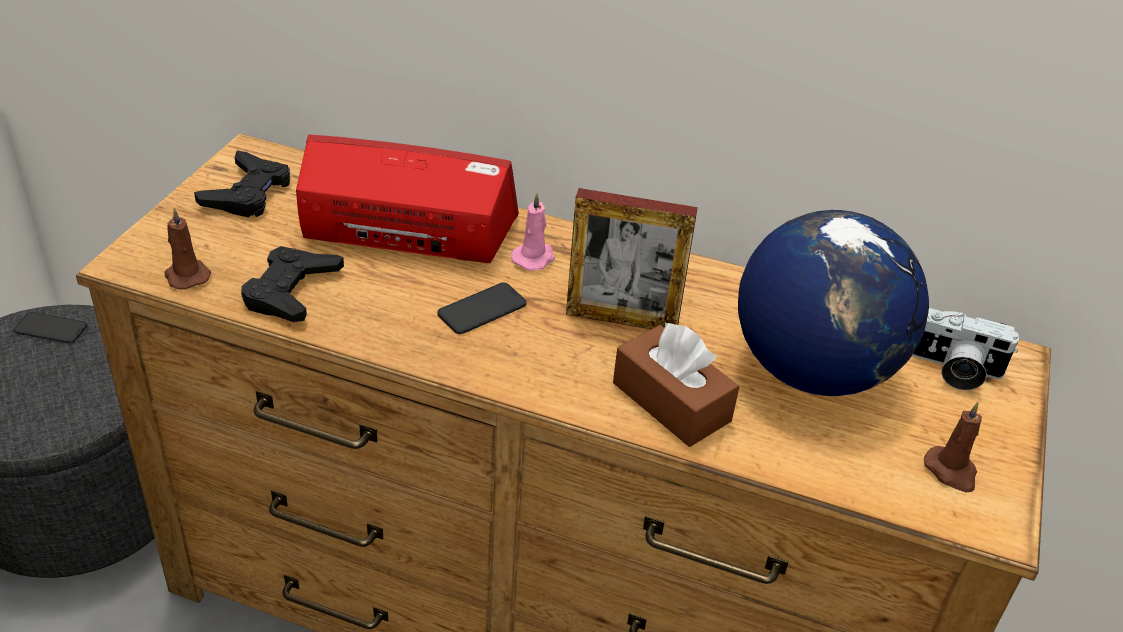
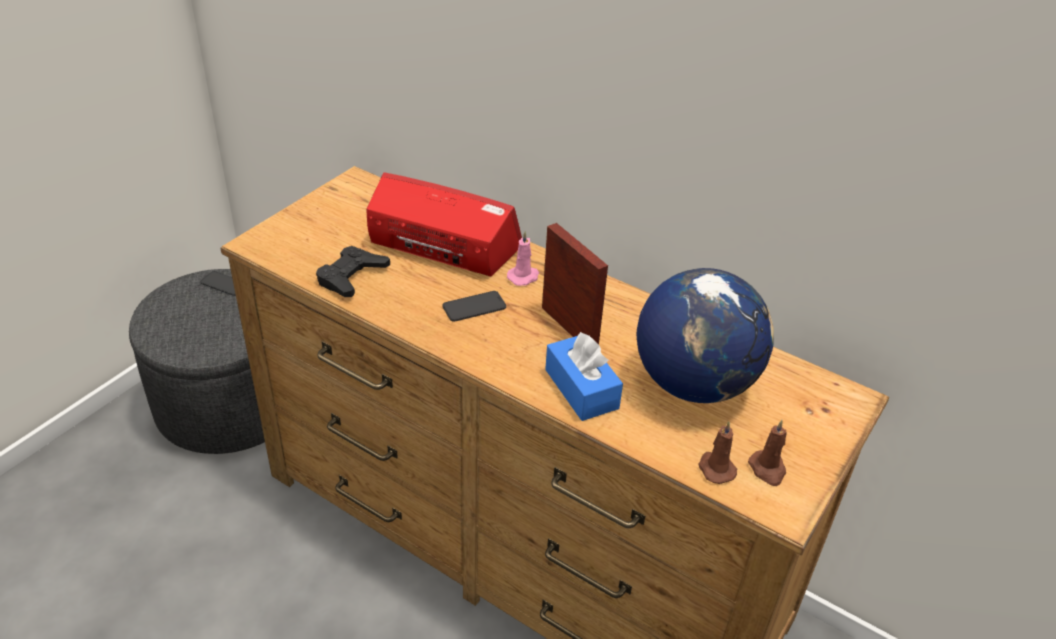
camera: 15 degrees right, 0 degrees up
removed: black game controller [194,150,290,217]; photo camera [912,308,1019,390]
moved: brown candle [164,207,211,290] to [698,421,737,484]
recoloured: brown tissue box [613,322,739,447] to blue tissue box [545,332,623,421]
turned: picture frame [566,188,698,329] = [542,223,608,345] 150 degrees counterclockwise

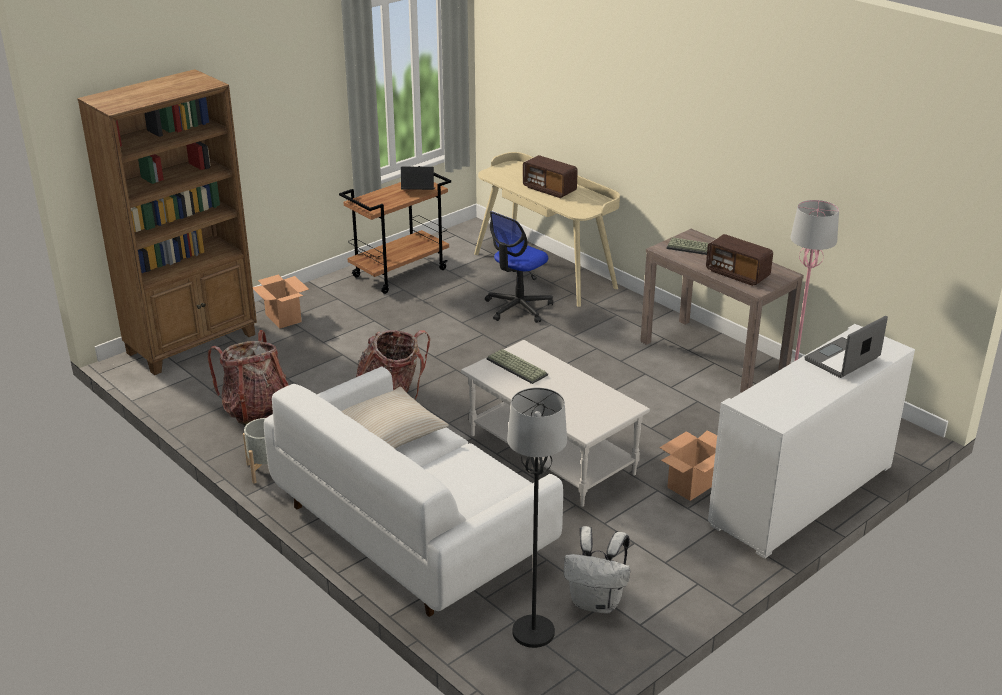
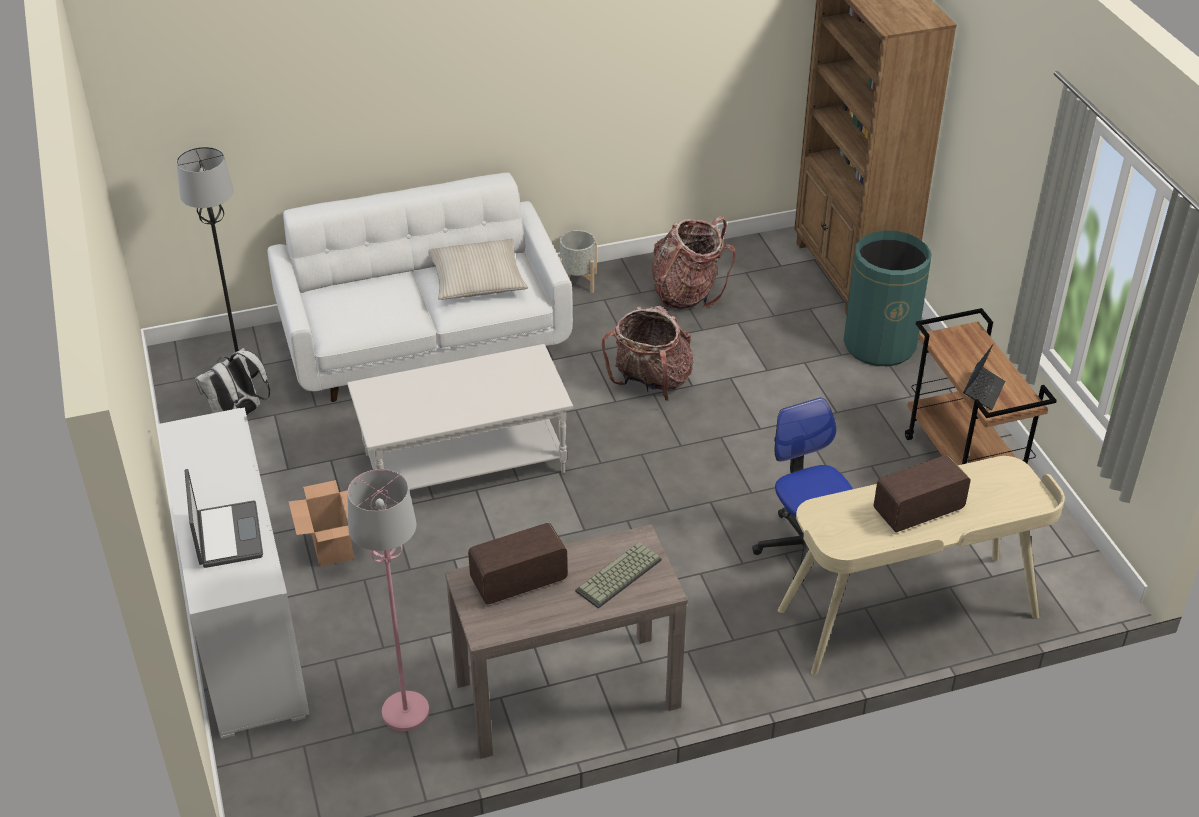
camera: 115 degrees right, 10 degrees up
removed: keyboard [486,349,548,384]
replaced: cardboard box [253,274,309,329] to green trash can [843,231,932,366]

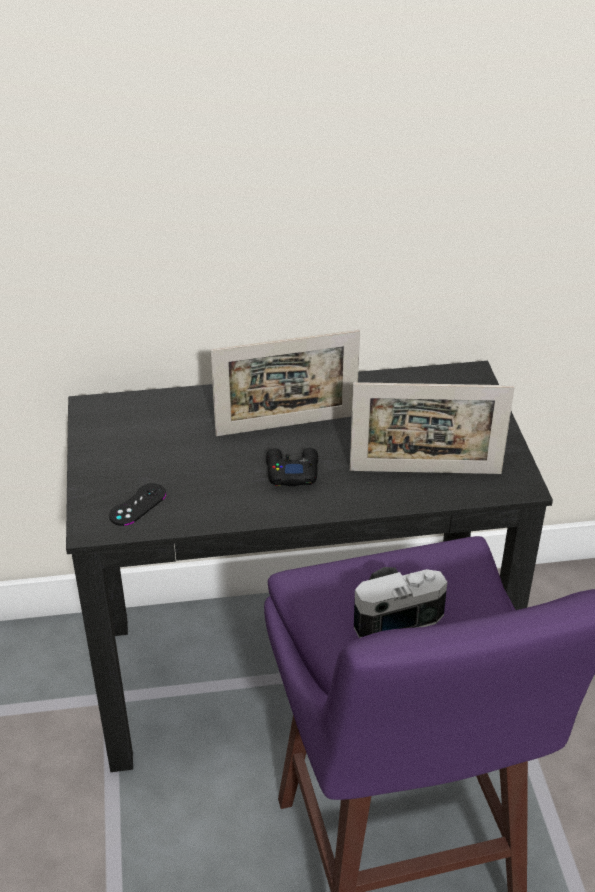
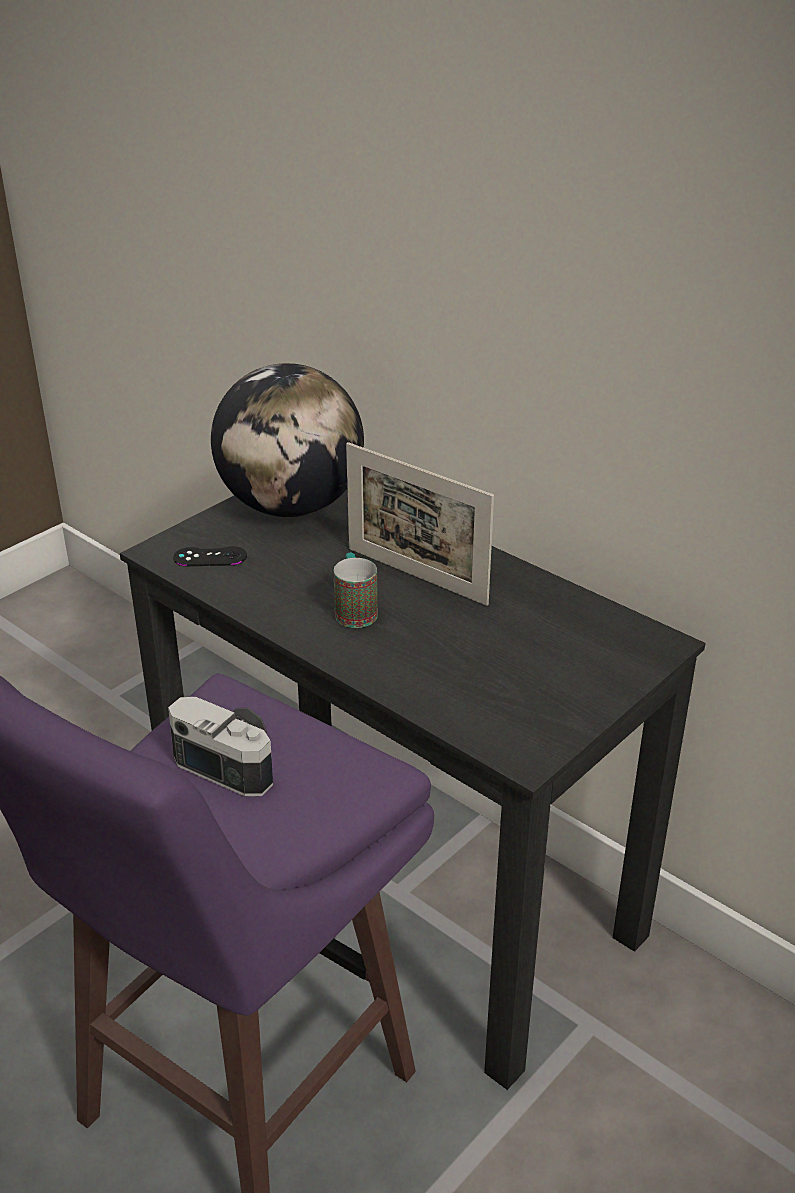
camera: 50 degrees right, 5 degrees down
removed: picture frame [350,382,515,474]
added: globe [211,363,364,517]
replaced: black game controller [266,448,318,486] to mug [334,553,378,628]

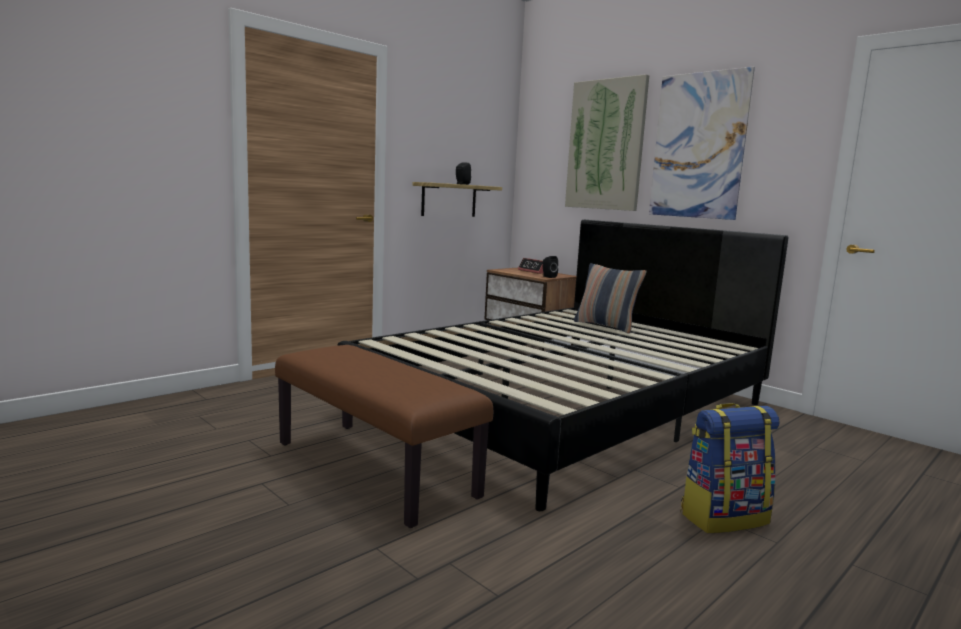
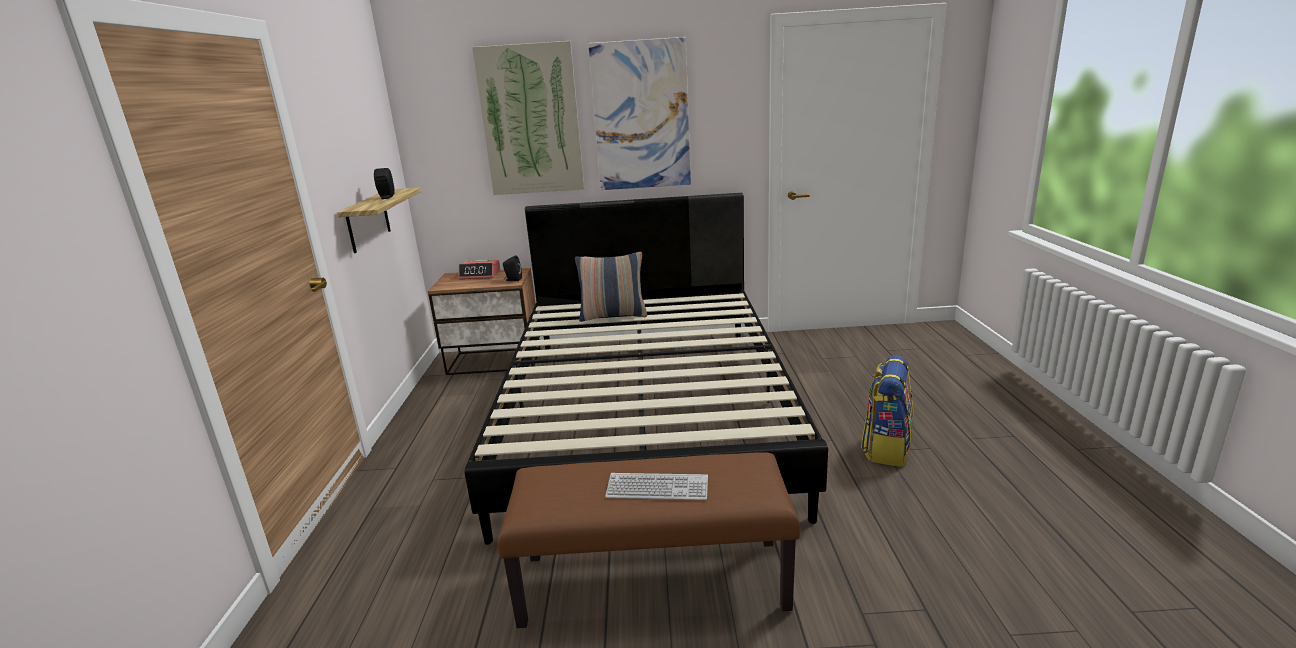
camera: 45 degrees left, 10 degrees up
added: keyboard [605,473,708,500]

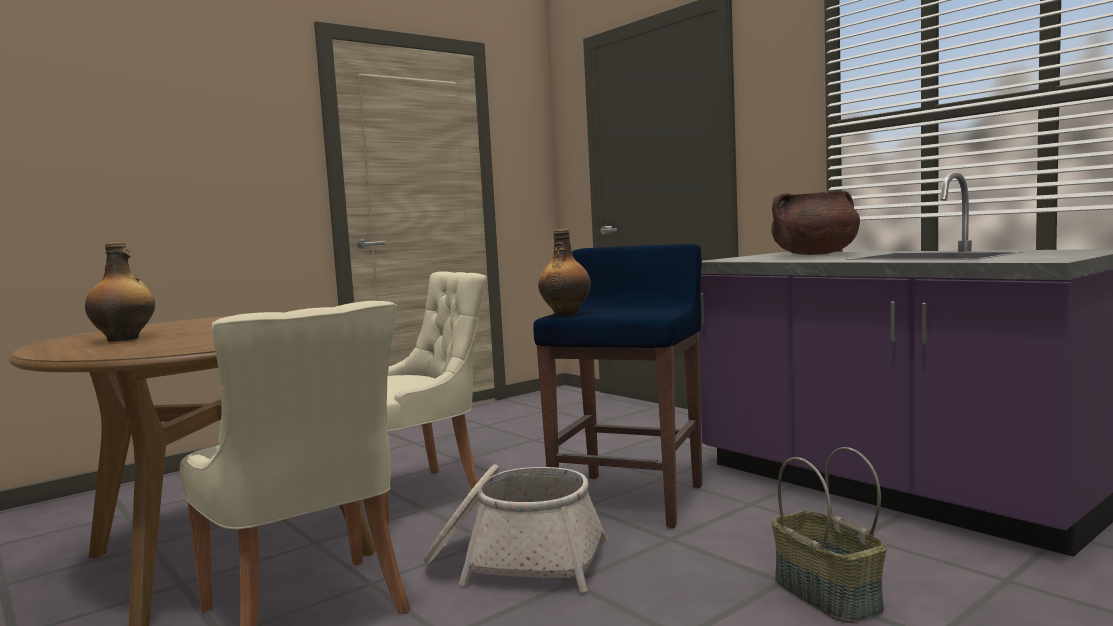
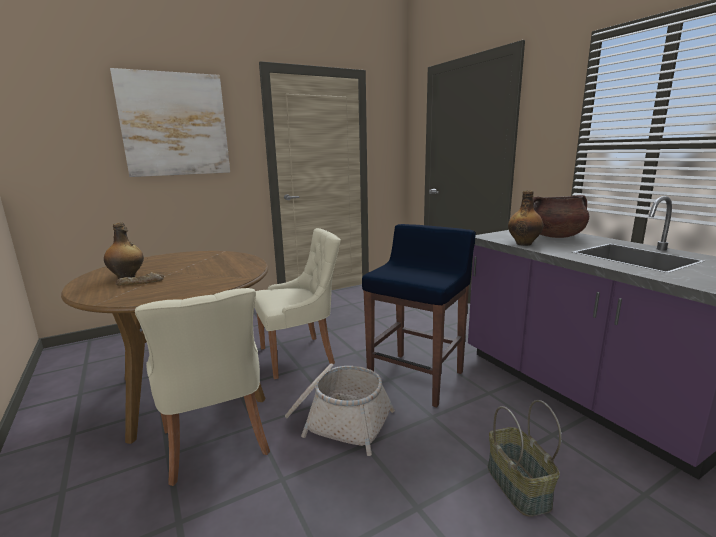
camera: 10 degrees right, 10 degrees up
added: picture [110,68,230,177]; bread [116,272,164,286]
moved: bottle [538,229,591,316] to [508,190,543,246]

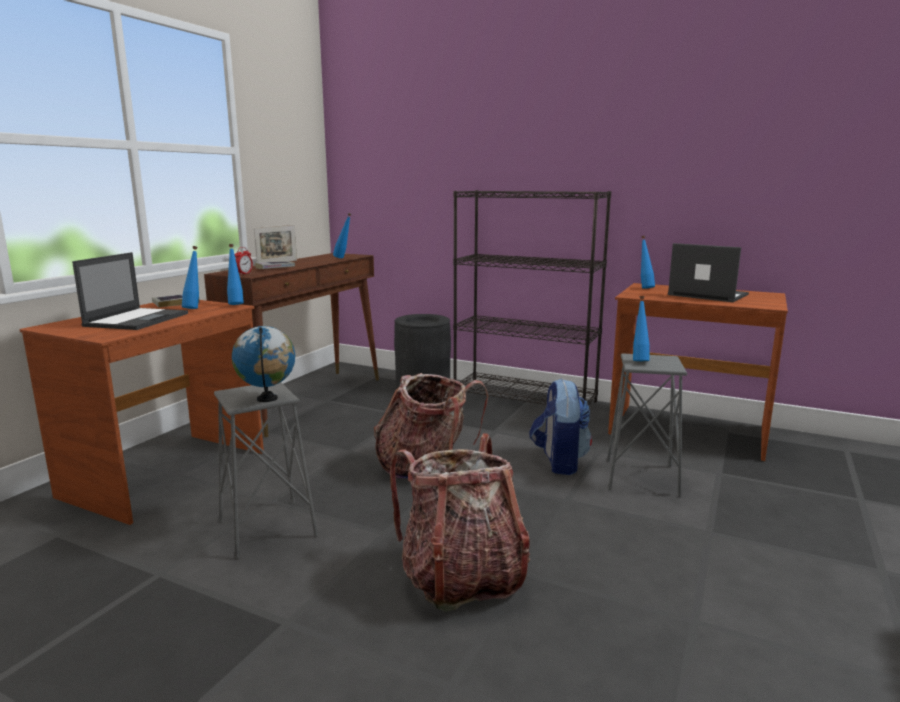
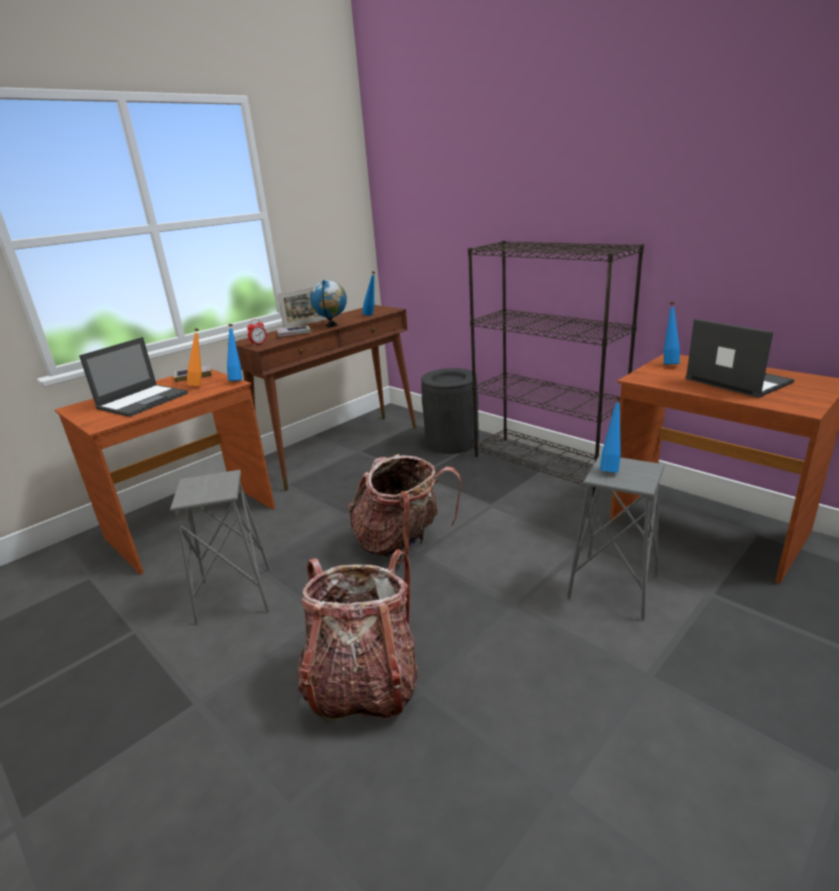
camera: 20 degrees right, 10 degrees up
removed: backpack [529,379,592,475]
moved: globe [232,326,295,402] to [310,280,347,327]
recoloured: blue bottle [182,246,199,309] to orange bottle [187,328,202,386]

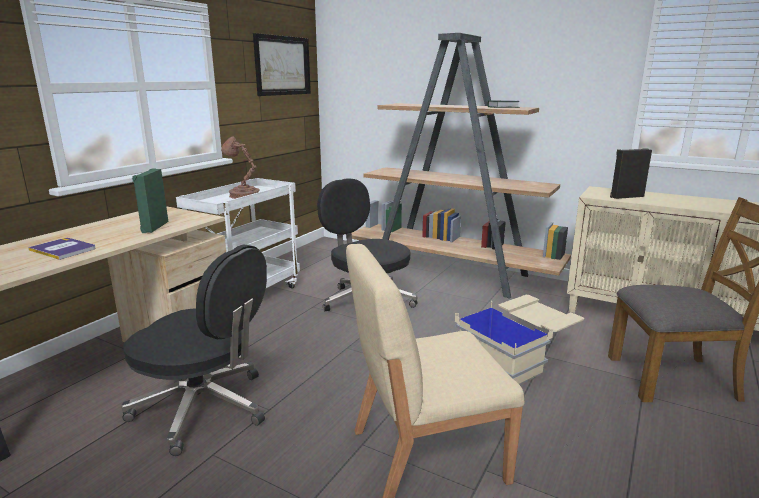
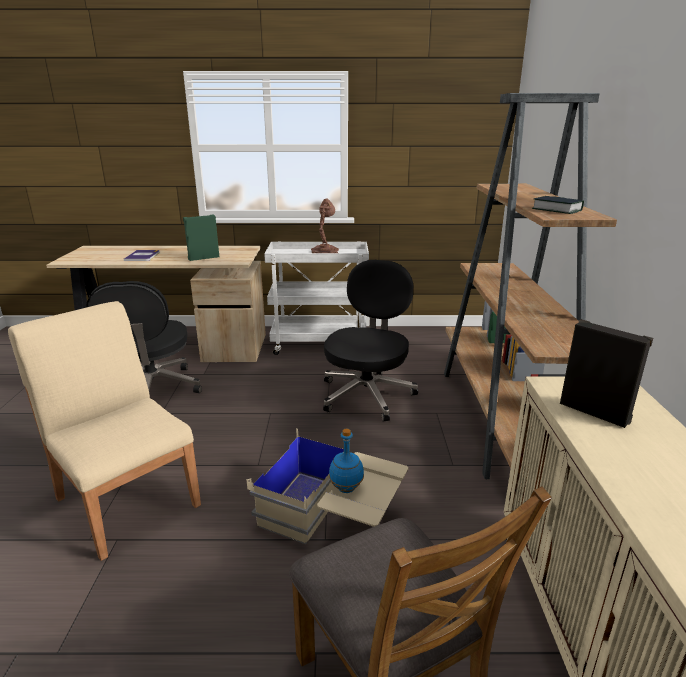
camera: 60 degrees right, 5 degrees up
removed: picture [253,33,311,96]
added: blue bottle [329,429,364,493]

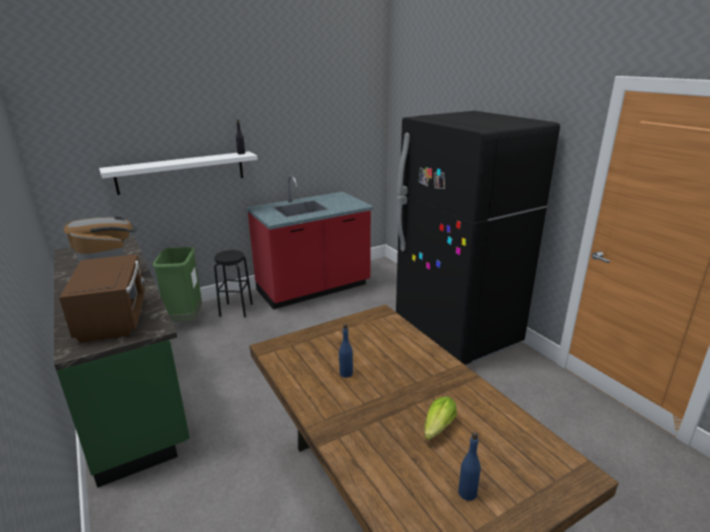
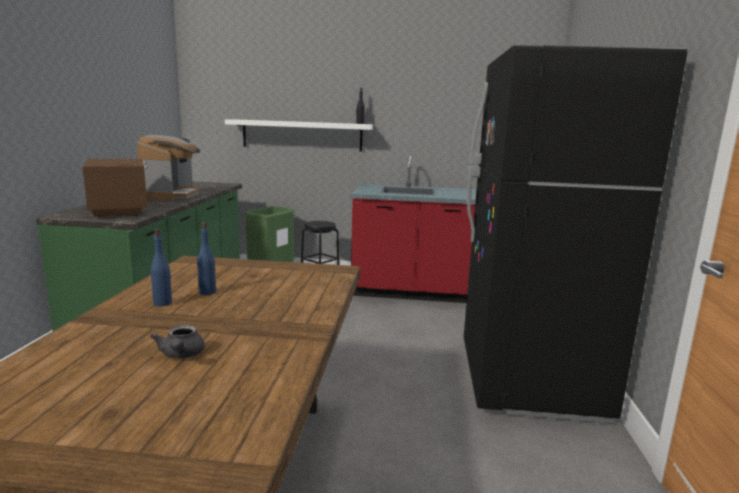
camera: 35 degrees right, 10 degrees down
moved: blue bottle [458,431,481,501] to [151,229,172,306]
replaced: lettuce [424,397,457,440] to grey teapot [150,325,204,359]
turned: brown microwave [59,254,145,343] = [82,159,148,218] 45 degrees counterclockwise

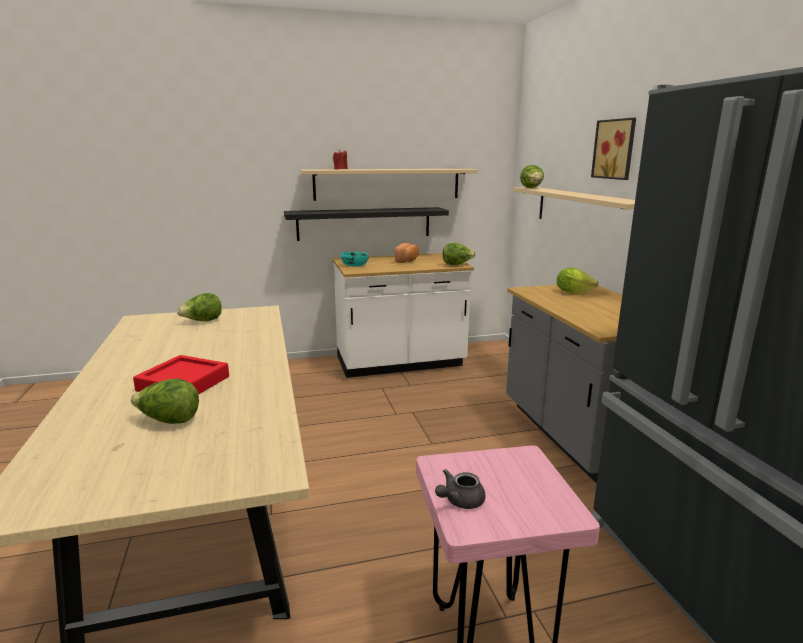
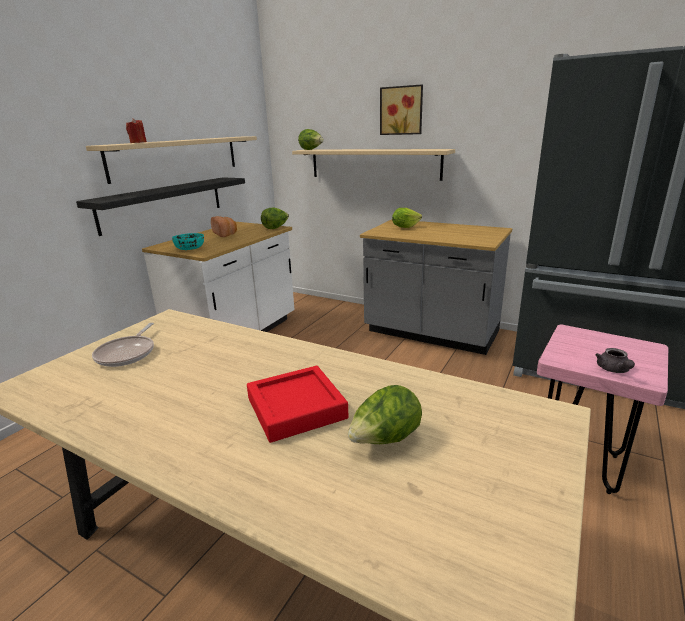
camera: 45 degrees left, 5 degrees up
replaced: lettuce [177,293,222,321] to frying pan [92,323,154,367]

